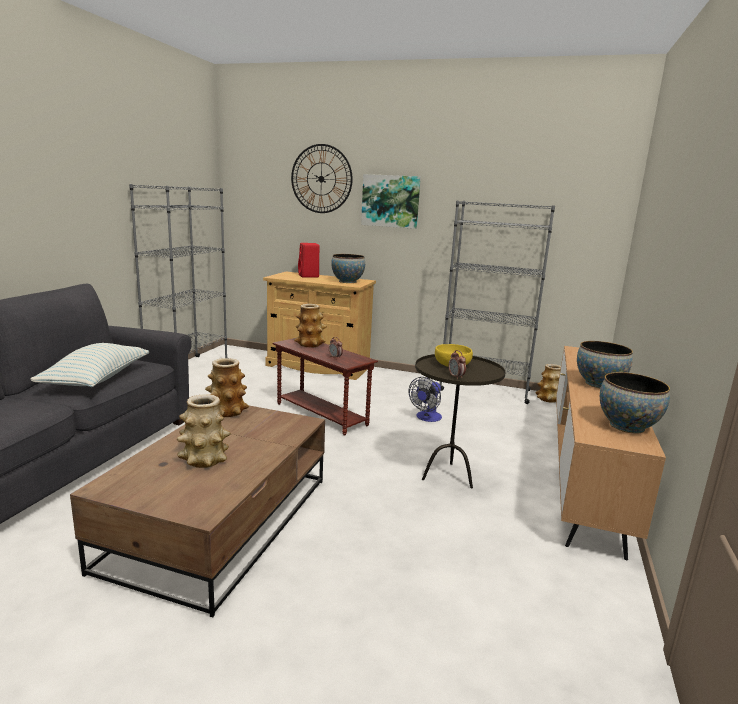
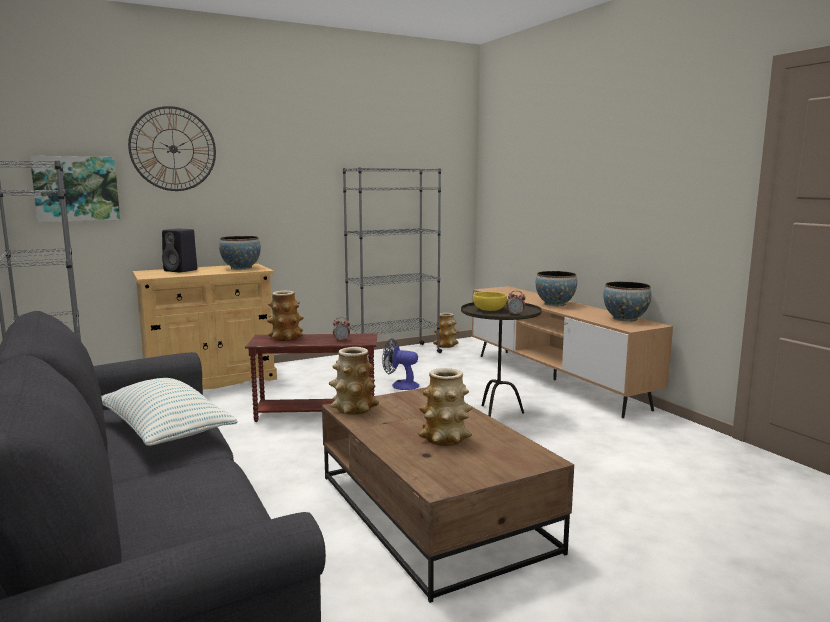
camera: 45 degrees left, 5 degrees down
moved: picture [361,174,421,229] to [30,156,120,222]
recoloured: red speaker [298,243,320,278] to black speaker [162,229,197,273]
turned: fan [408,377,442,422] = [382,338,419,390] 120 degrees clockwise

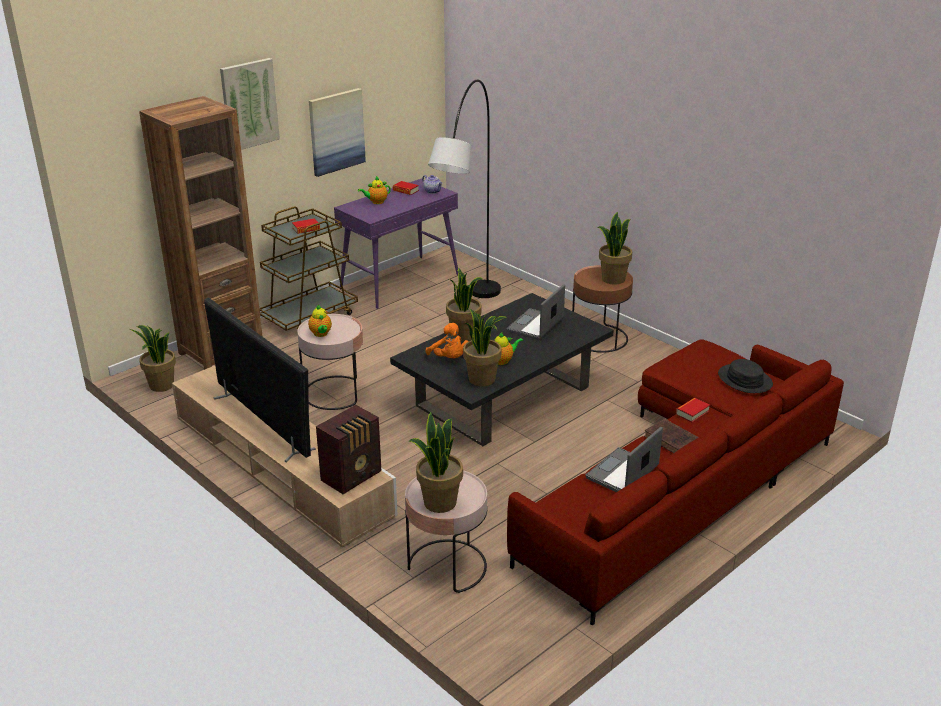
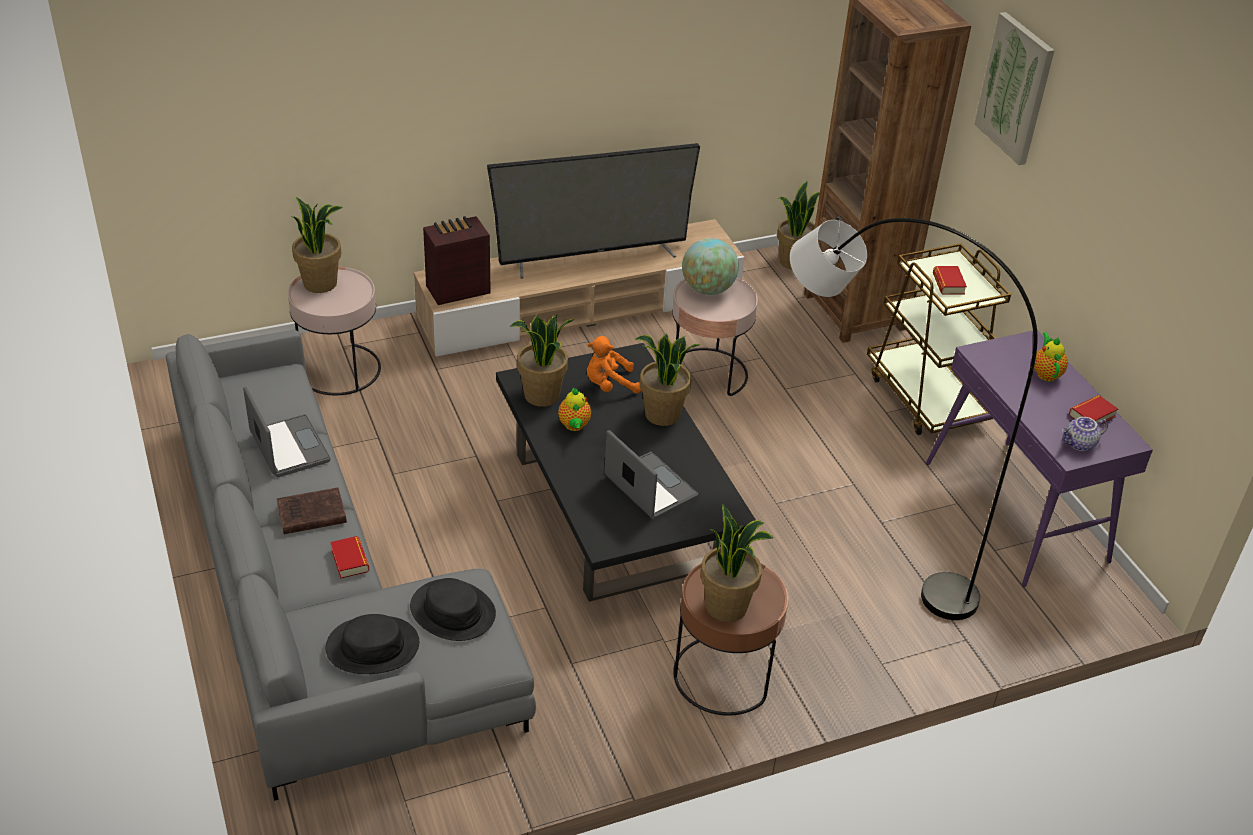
camera: 110 degrees right, 10 degrees up
removed: picture [309,88,366,177]
added: black hat [410,578,496,641]
replaced: teapot [308,305,332,337] to globe [682,238,739,295]
recoloured: red sofa [507,339,844,626] to grey sofa [166,330,536,801]
turned: radio [316,405,381,494] = [423,216,491,305] 90 degrees clockwise

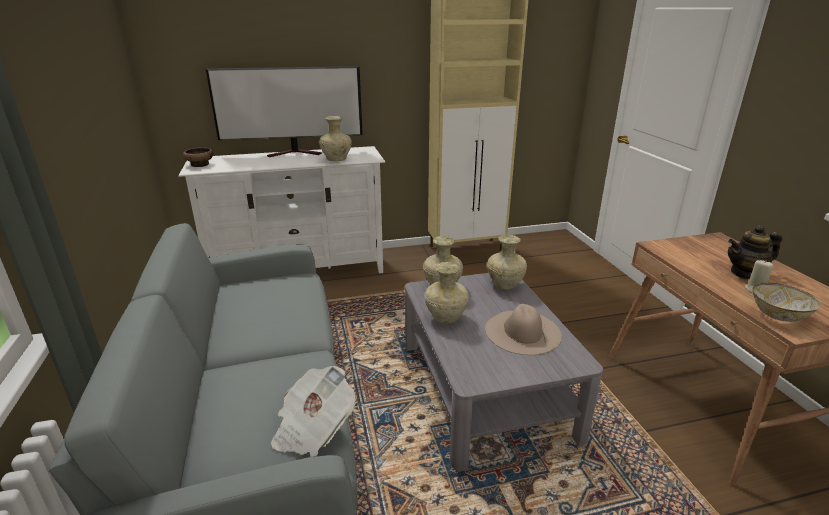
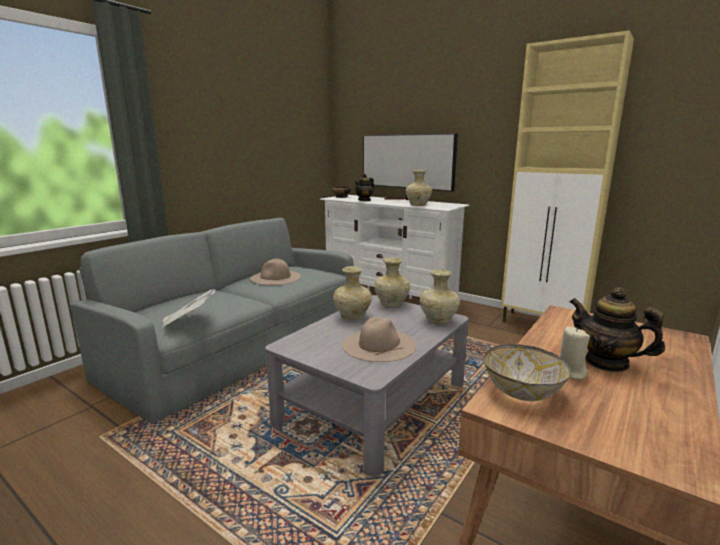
camera: 50 degrees right, 10 degrees down
added: beige hat [250,259,301,285]; teapot [354,173,374,201]

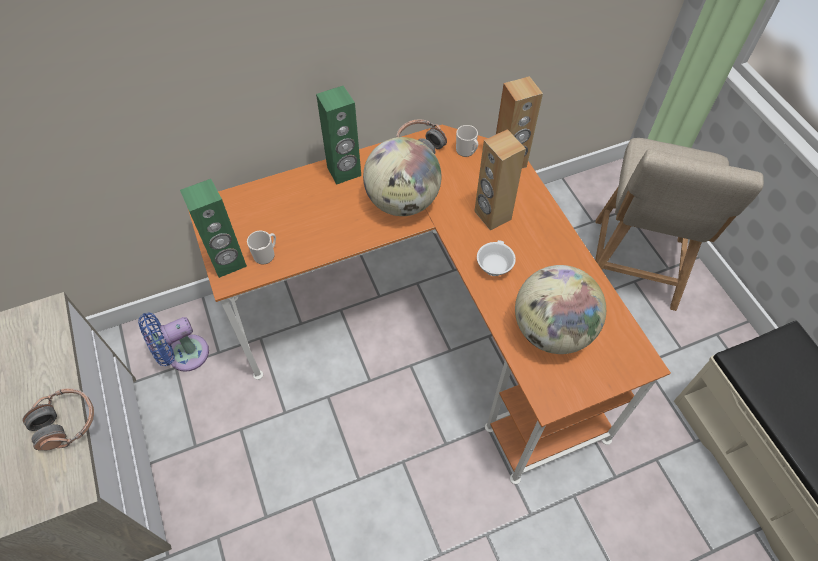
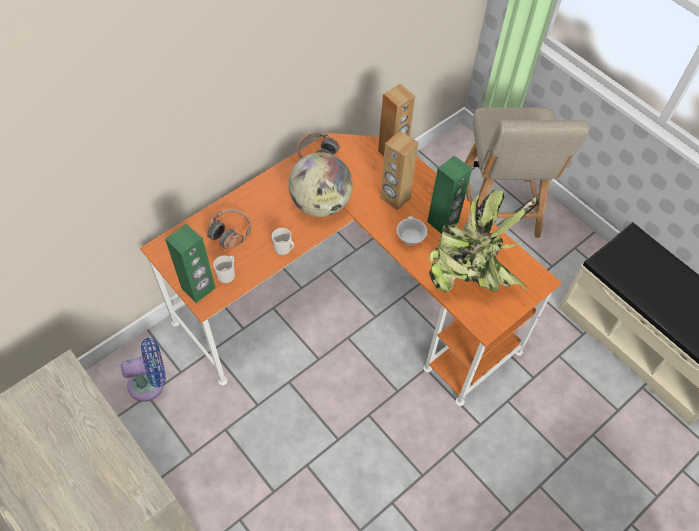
camera: 20 degrees left, 0 degrees up
moved: headphones [22,388,94,451] to [207,209,251,249]; mug [456,125,478,157] to [272,228,294,255]; green speaker [316,86,361,185] to [427,156,472,234]
replaced: globe [515,265,606,354] to potted plant [429,189,539,293]
turned: blue fan [138,312,209,372] = [121,338,166,402] 150 degrees counterclockwise

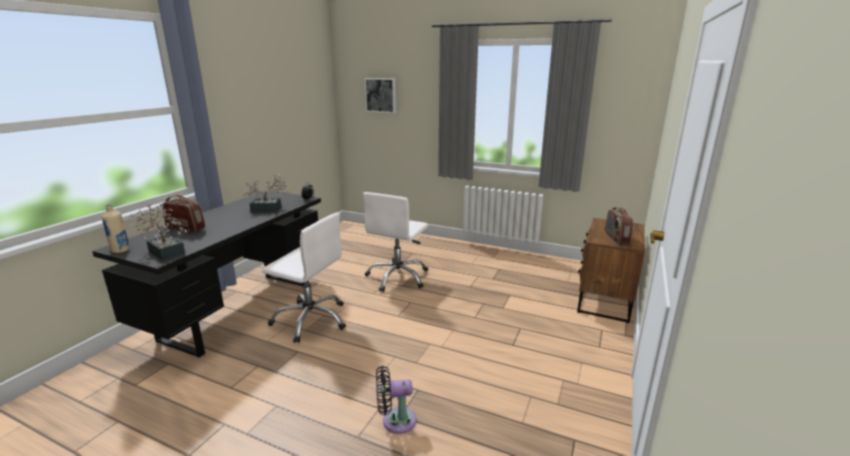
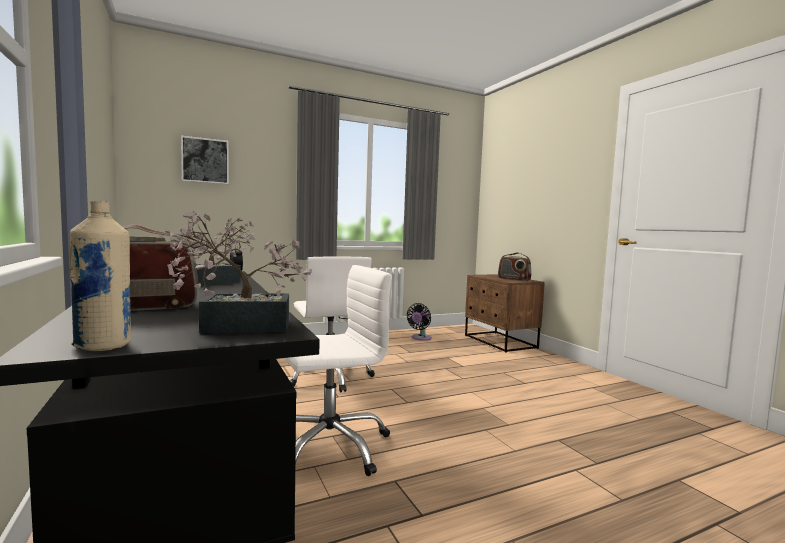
camera: 50 degrees left, 15 degrees down
moved: black fan [376,366,417,434] to [407,303,432,341]

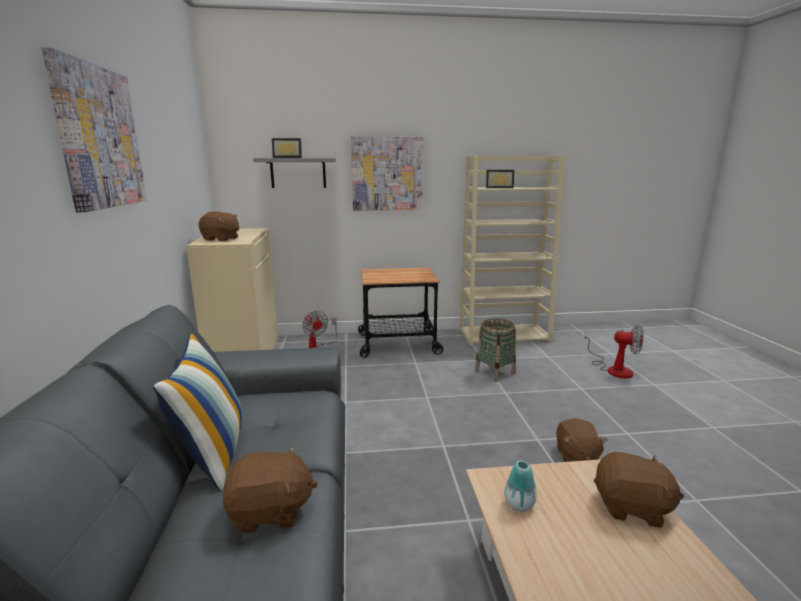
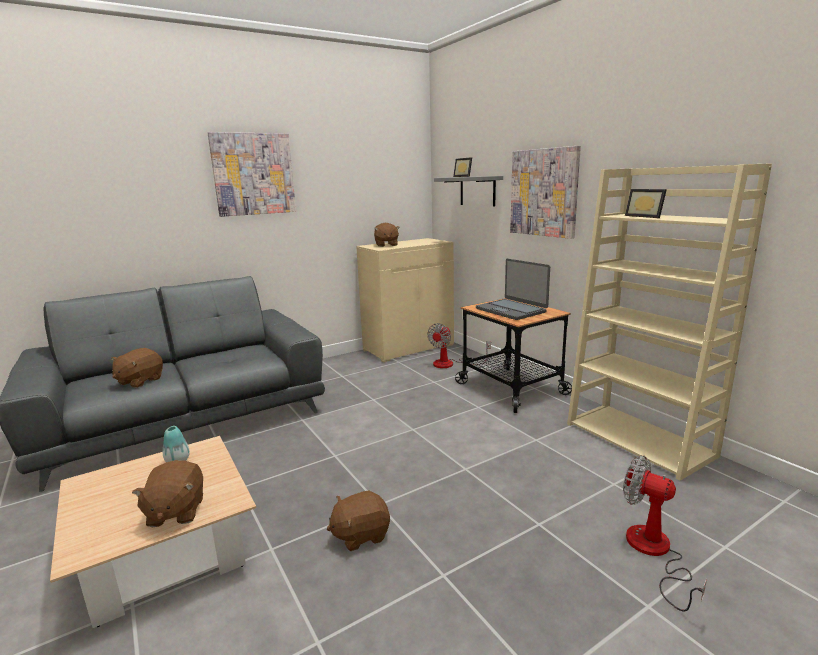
camera: 65 degrees right, 0 degrees up
removed: pillow [153,333,242,492]; basket [475,319,516,381]
added: laptop [476,259,550,320]
turned: brown plush toy [223,446,318,533] = [111,348,163,388] 60 degrees clockwise; fan [585,325,644,378] = [623,455,707,612] 135 degrees clockwise

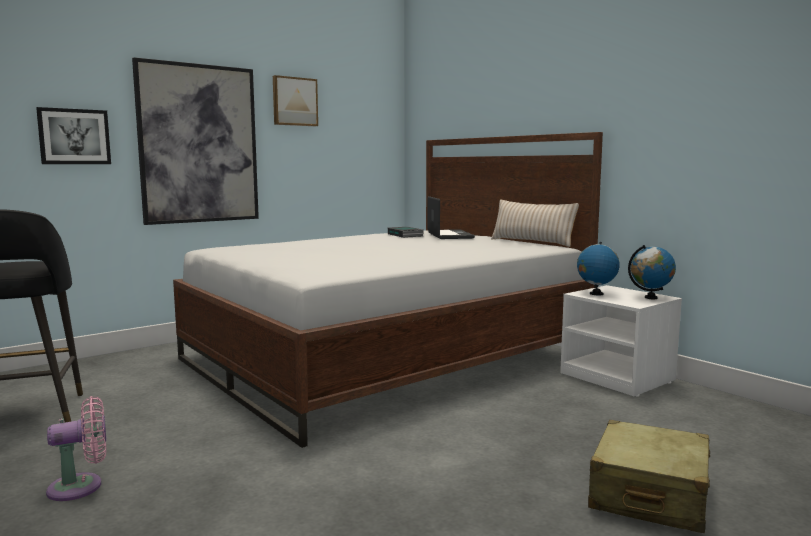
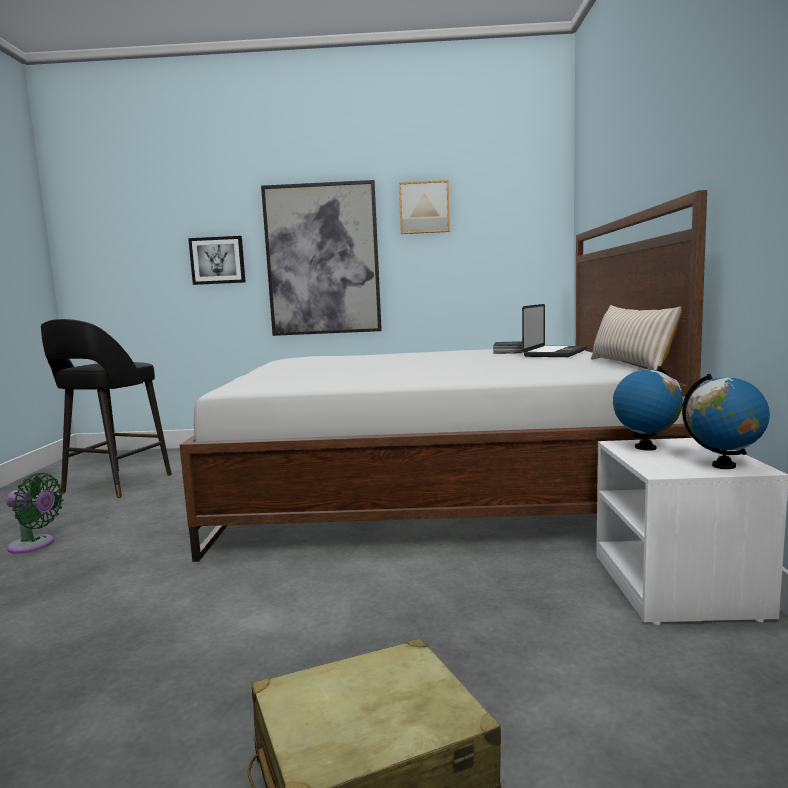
camera: 40 degrees right, 0 degrees up
recoloured: pink fan [46,396,106,501] to green fan [6,473,64,554]

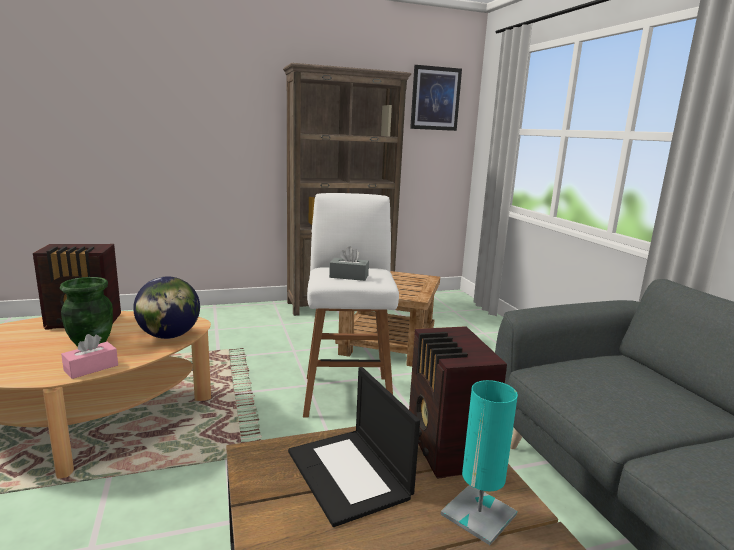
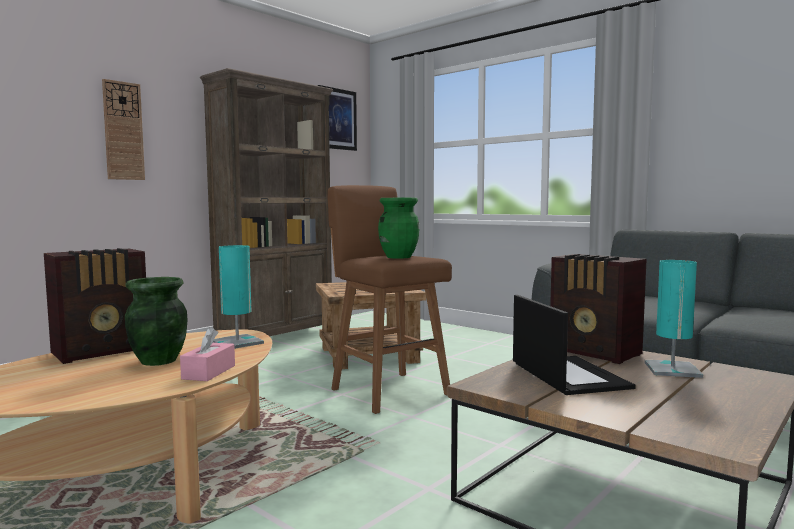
camera: 30 degrees left, 10 degrees down
added: wall clock [102,79,145,180]
replaced: globe [133,276,200,339] to turquoise table lamp [213,245,264,349]; grey tissue box [329,247,369,281] to green vase [378,198,420,259]
recoloured: white stool [303,193,399,418] to brown stool [327,185,452,414]
turned: laptop [288,367,420,527] = [513,295,636,395] 135 degrees counterclockwise

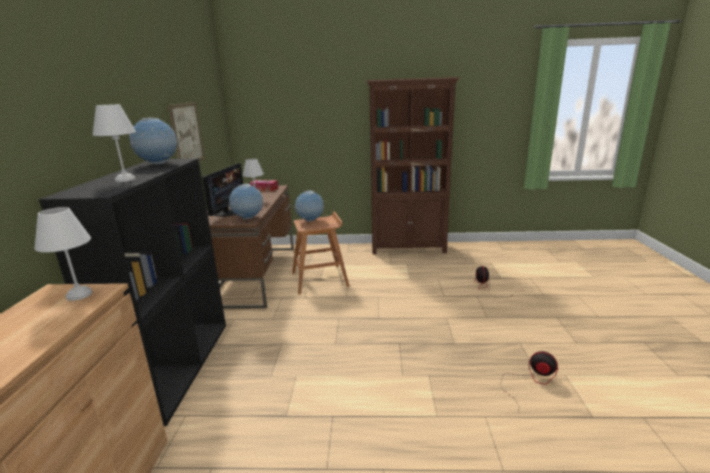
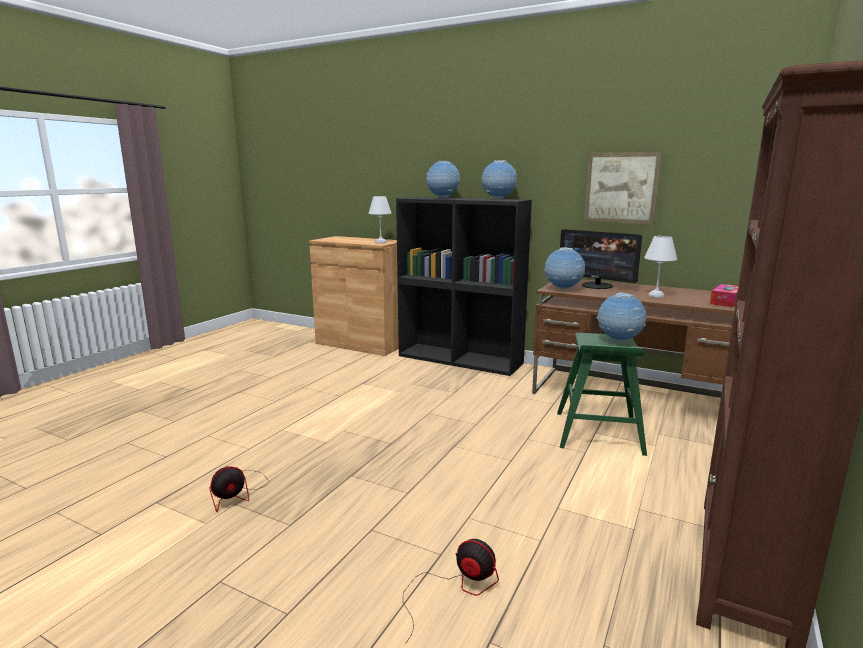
camera: 115 degrees right, 5 degrees down
replaced: white table lamp [93,104,136,182] to globe [426,161,460,198]
recoloured: brown stool [292,212,349,294] to green stool [557,333,647,456]

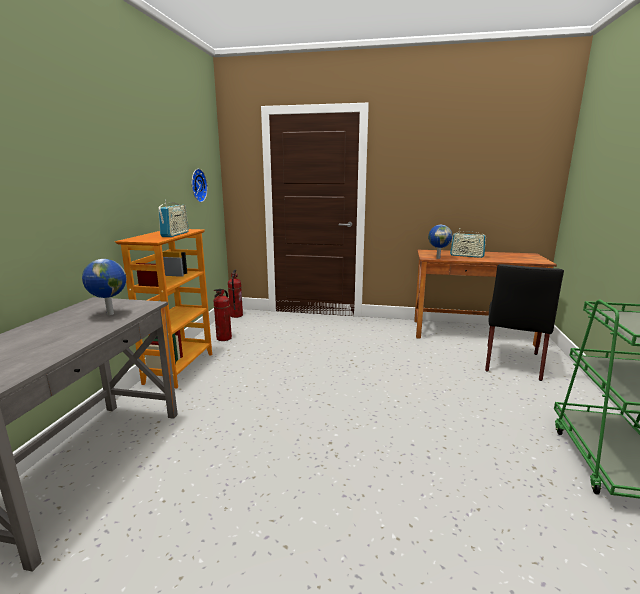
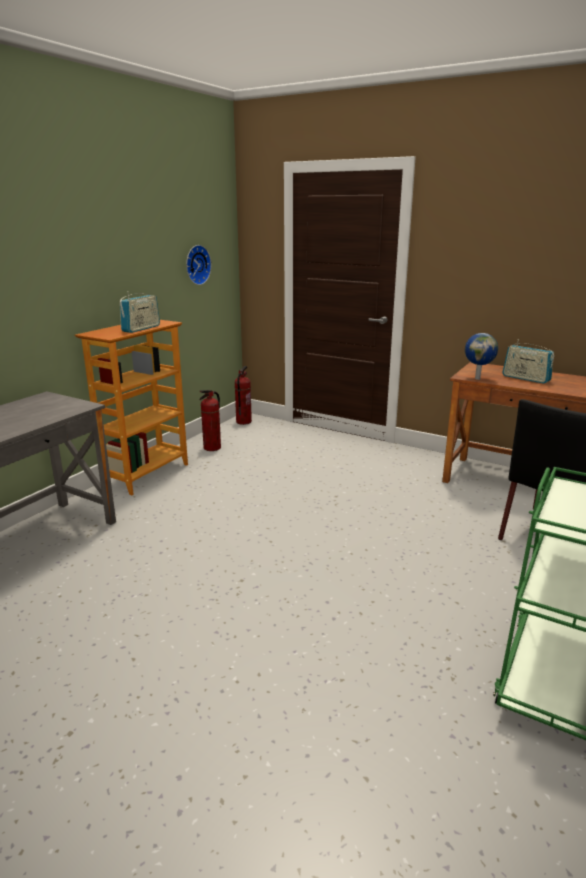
camera: 20 degrees right, 5 degrees up
removed: globe [82,259,126,315]

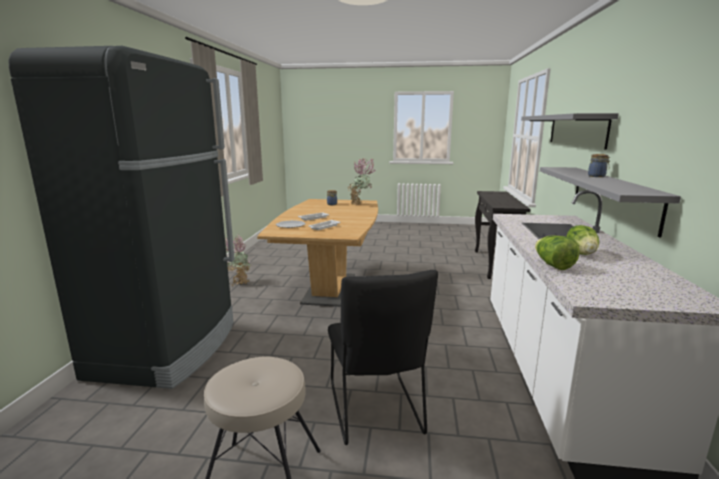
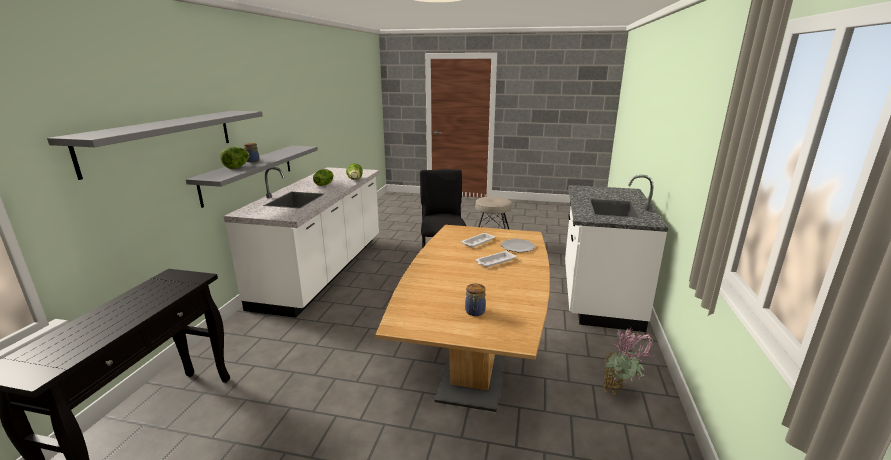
camera: 175 degrees left, 5 degrees up
removed: potted plant [348,159,376,205]
added: lettuce [220,147,249,169]
replaced: black fridge [8,46,234,389] to white counter [565,175,668,332]

